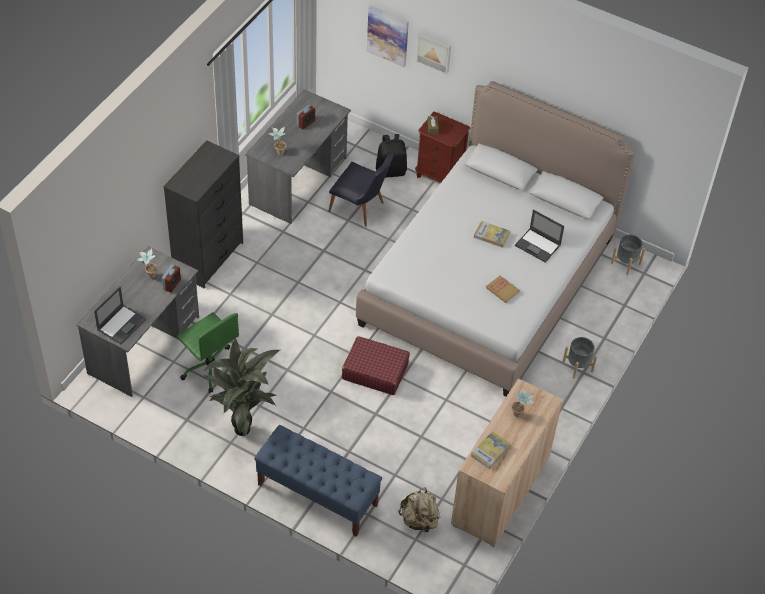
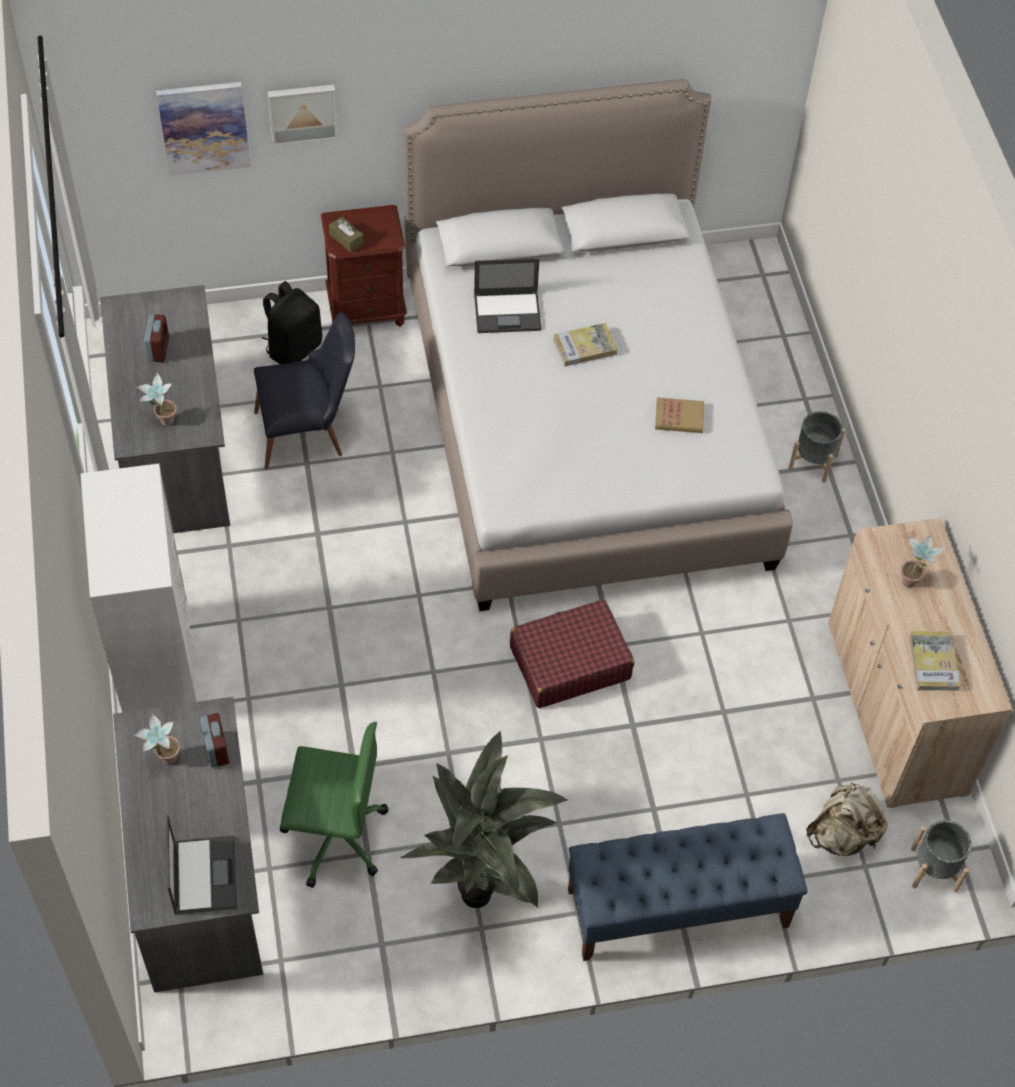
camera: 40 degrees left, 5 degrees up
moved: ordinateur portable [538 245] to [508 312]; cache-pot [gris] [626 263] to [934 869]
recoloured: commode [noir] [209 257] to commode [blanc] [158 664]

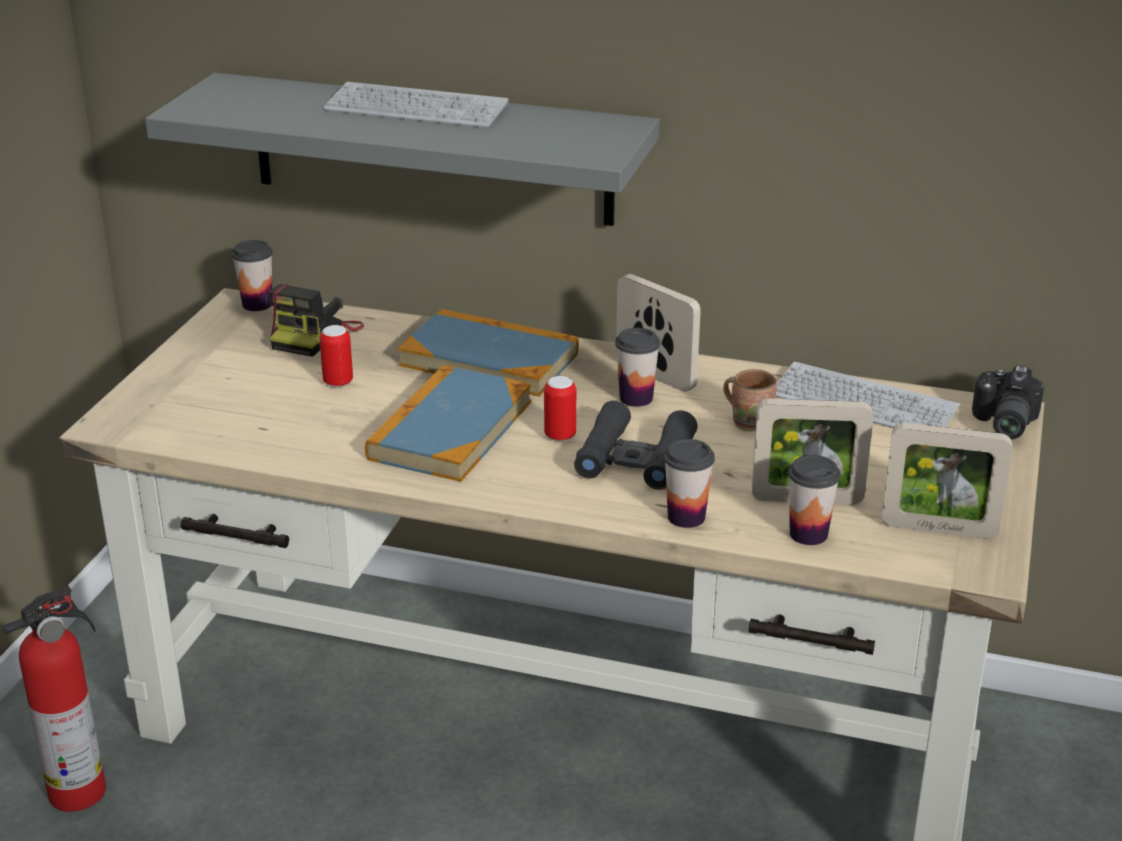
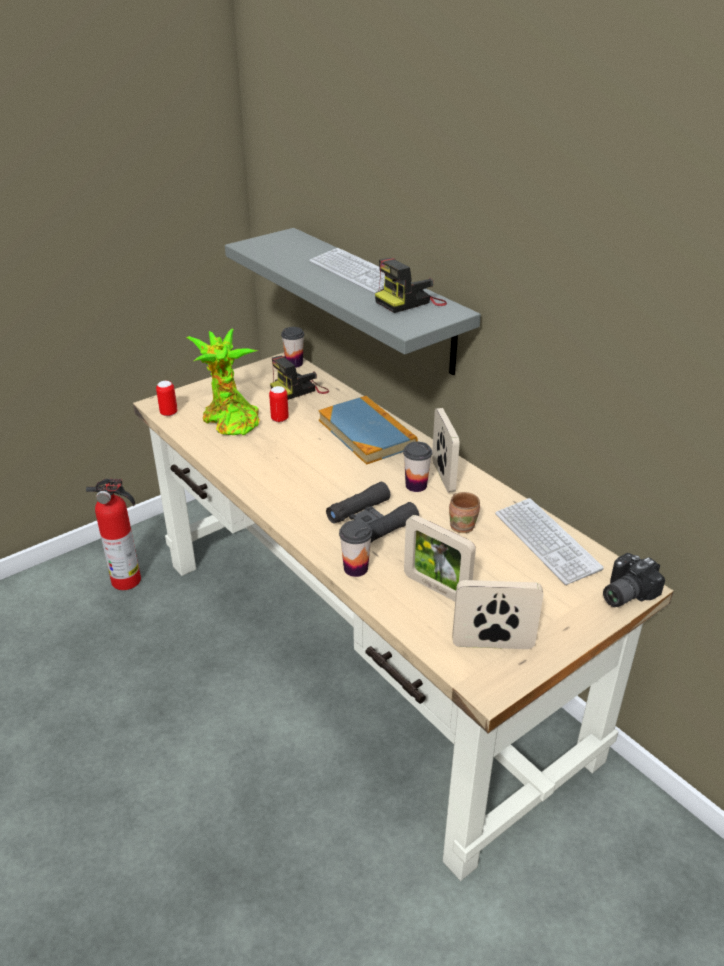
camera: 35 degrees right, 5 degrees up
removed: livre [450 430]; tasse [808 534]
added: plante en pot [229 421]; appareil photo [410 302]
moved: boîte métallique [560 436] to [169 413]
turned: cadre photo [939 529] = [492 644] 135 degrees clockwise

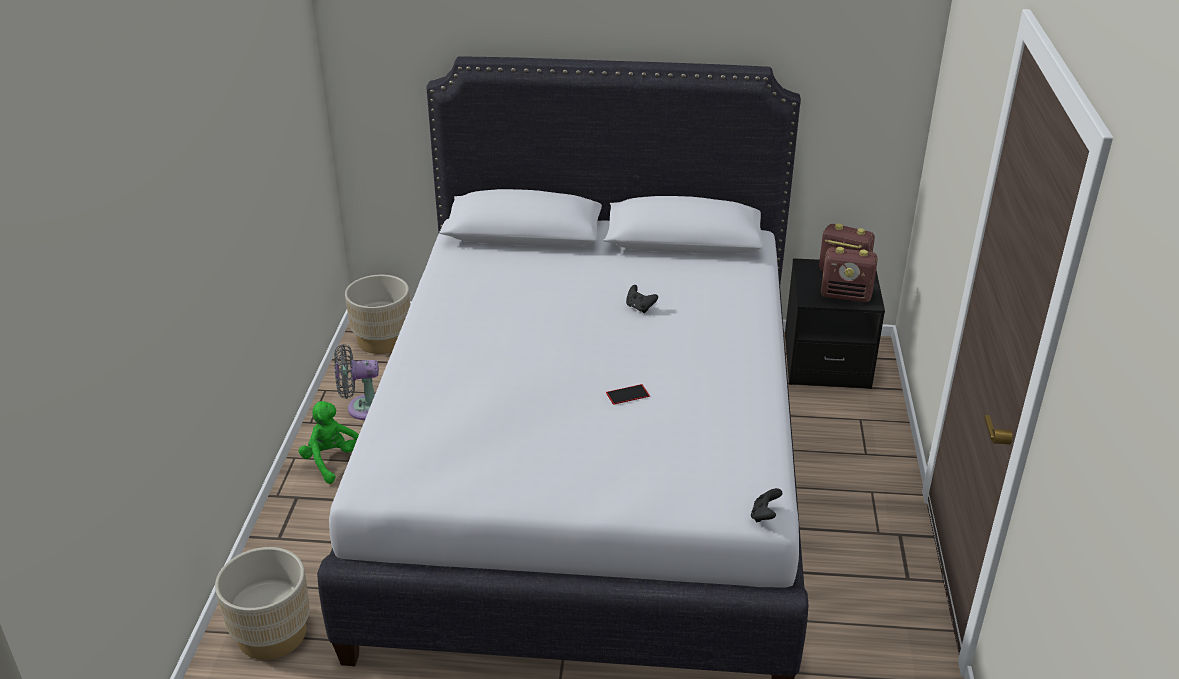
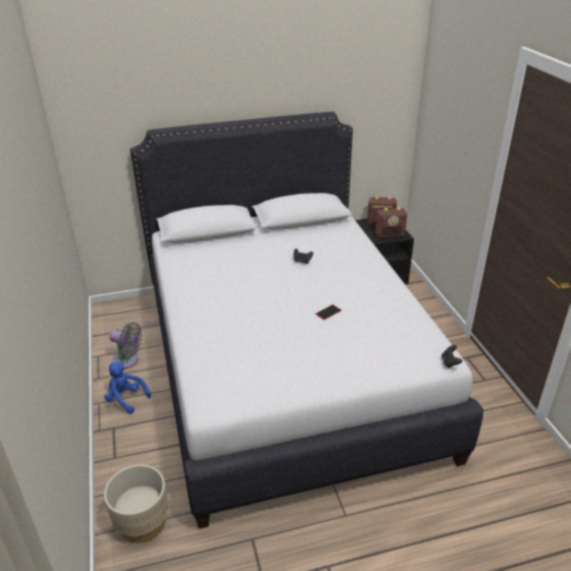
camera: 20 degrees left, 0 degrees up
removed: cache-pot [beige] [382 340]
recoloured: peluche [vert] [333 462] to peluche [bleu] [126 399]
turned: ventilateur [gris] [362 408] = [128 361] 135 degrees counterclockwise

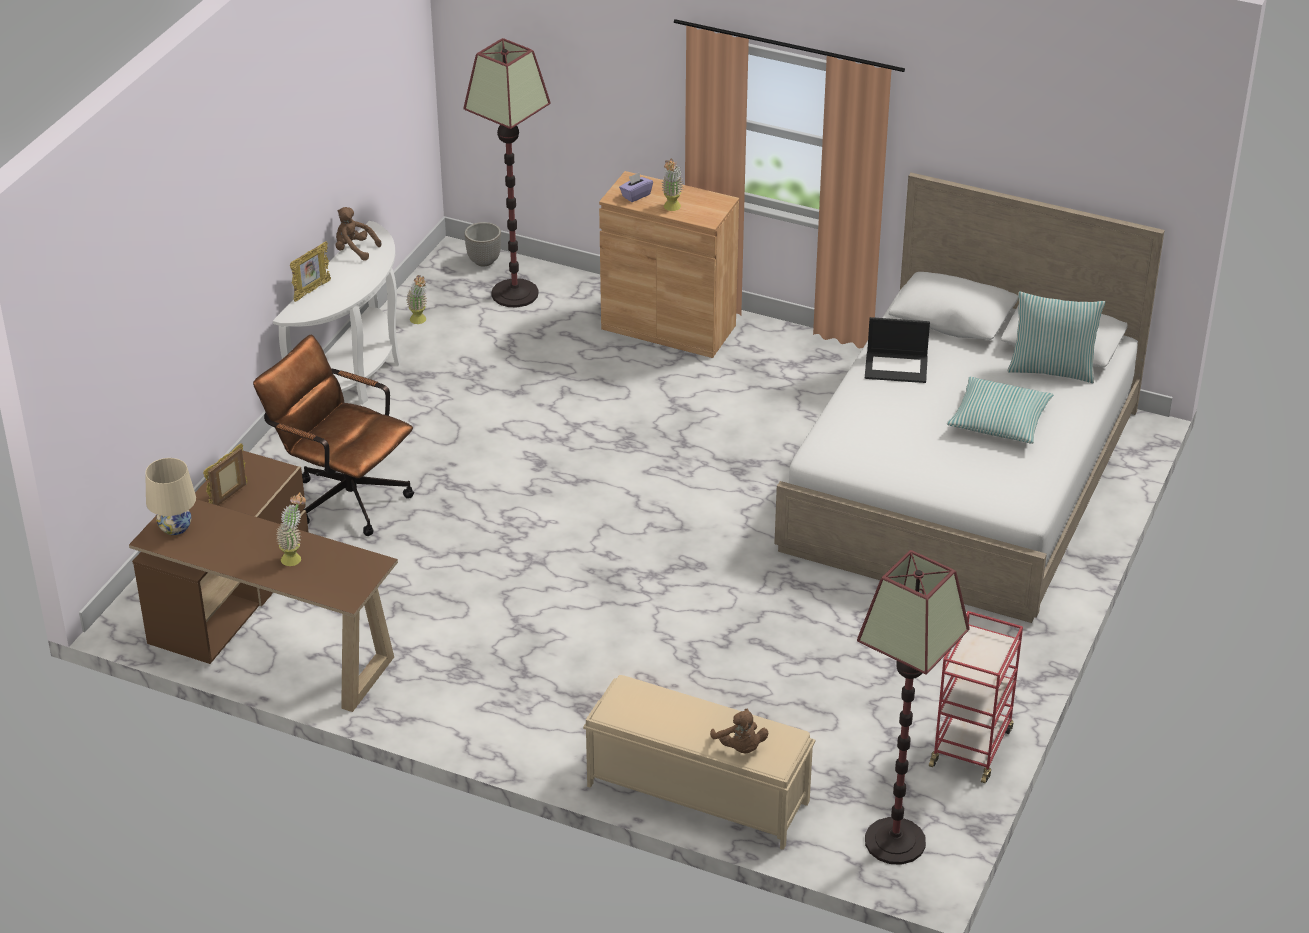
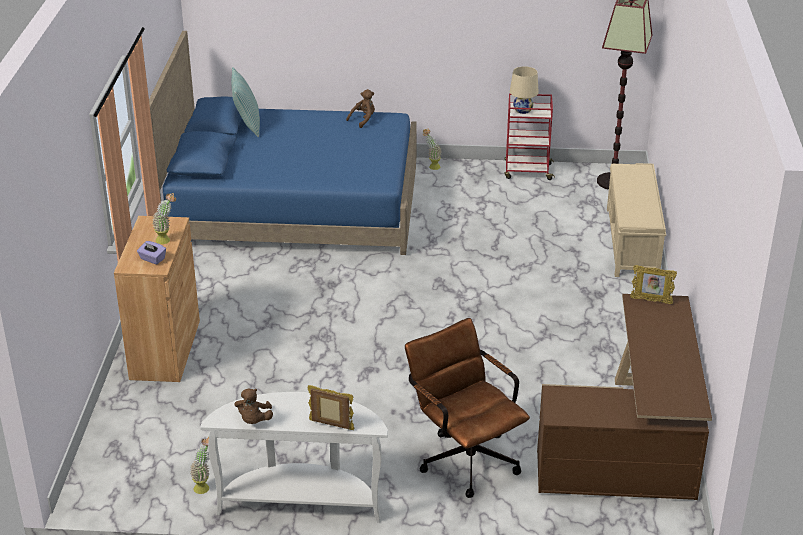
camera: 110 degrees left, 5 degrees down
removed: lampadaire [515 293]; cache-pot [484 261]; ordinateur portable [897 367]; coussin [999 420]
moved: lampe de table [beige] [175 527] to [523 110]; cadre photo [229 498] to [651 300]; plante en pot [295 556] to [431 166]; peluche [marron] [740 747] to [363 120]
recoloured: lit [blanc] [963 478] to lit [bleu] [294 204]
turned: chaise de bureau [marron] [342 496] = [464 456] 135 degrees clockwise

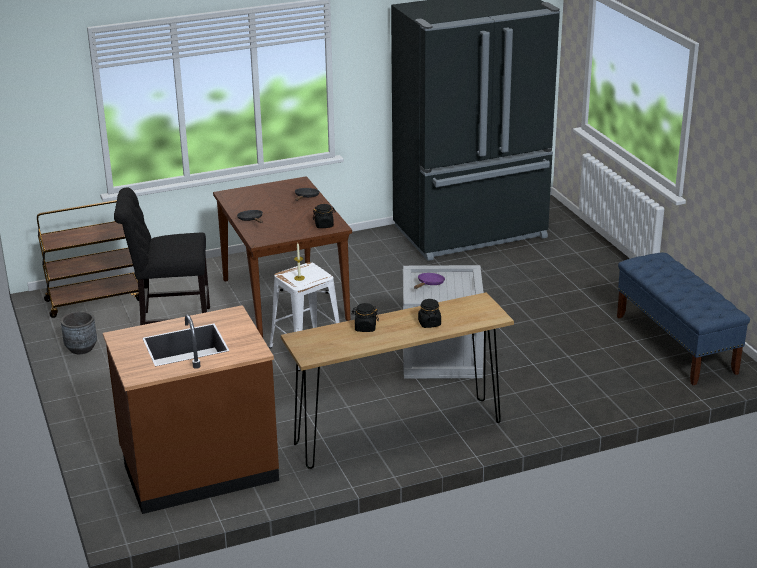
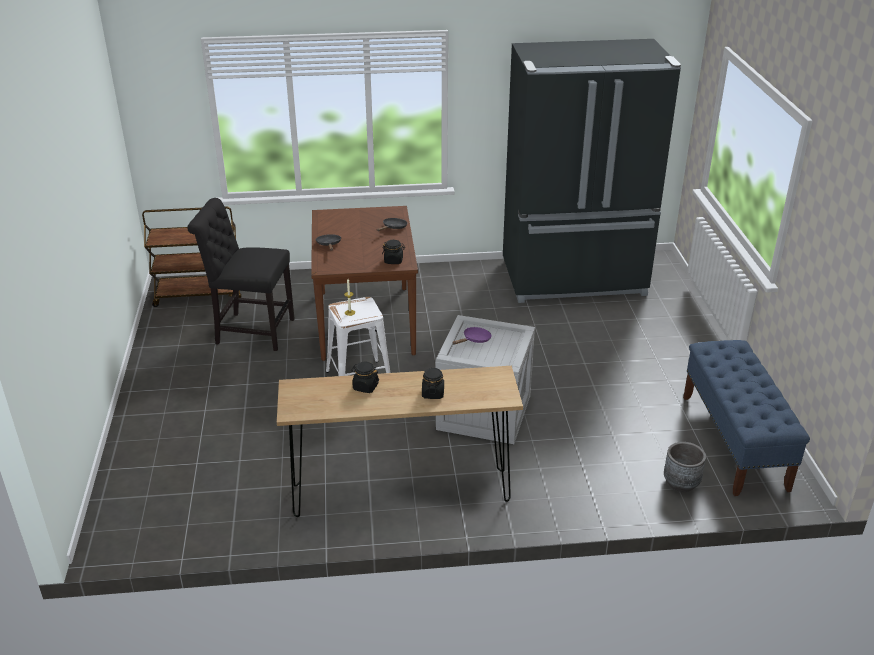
camera: 15 degrees right, 5 degrees up
removed: comptoir de cuisine [marron] [198 468]
moved: cache-pot [gris] [81 348] to [681 483]

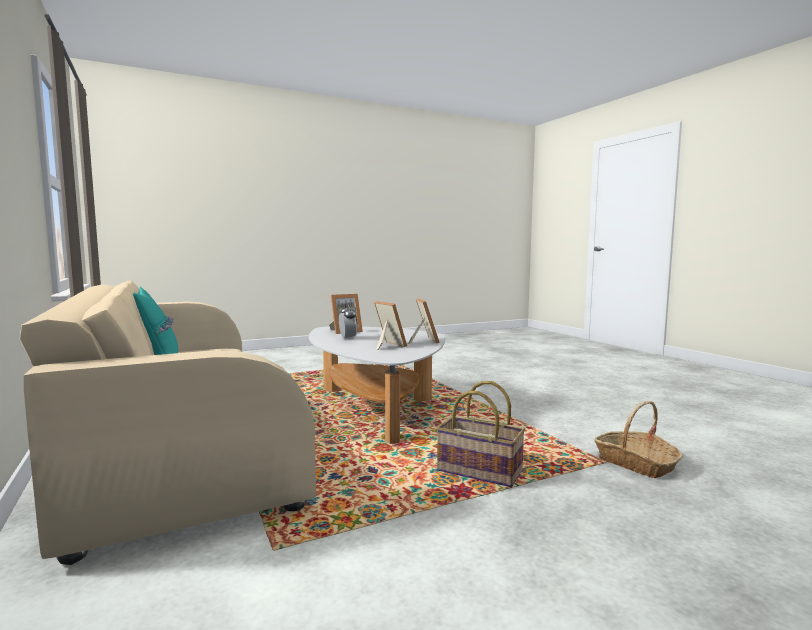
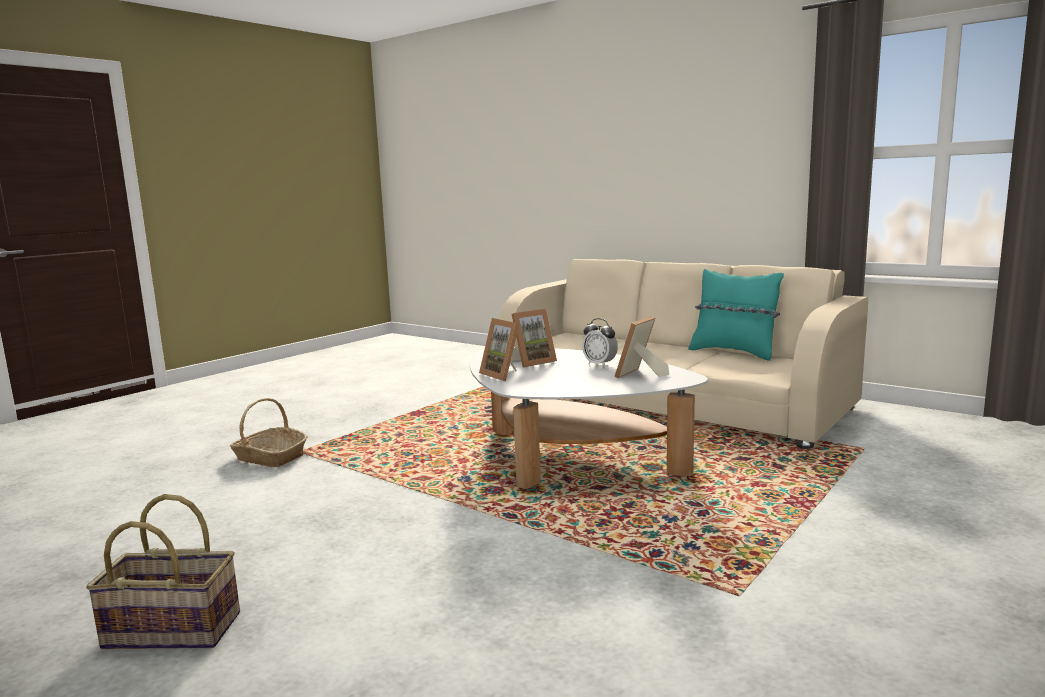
camera: 155 degrees right, 5 degrees up
moved: panier [478 472] to [174 629]
turned: cadre photo [386 345] = [532 362] 60 degrees counterclockwise

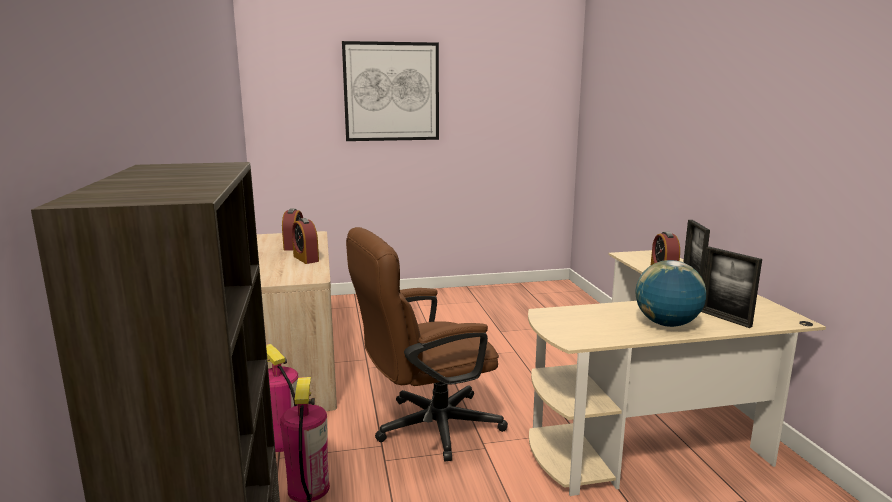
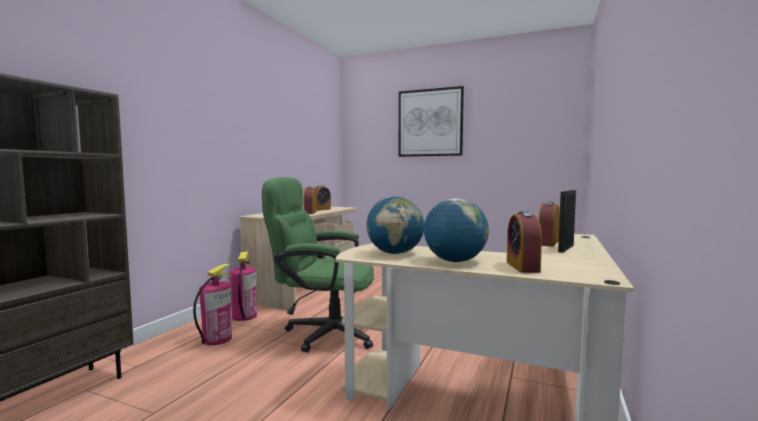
camera: 35 degrees right, 10 degrees down
added: globe [395 253]
replaced: cadre photo [724 318] to réveil [522 267]
recoloured: chaise de bureau [marron] [426 428] to chaise de bureau [vert] [324 332]

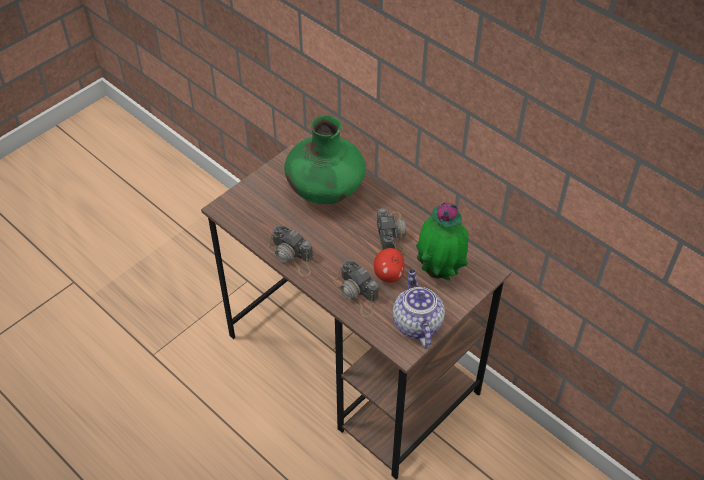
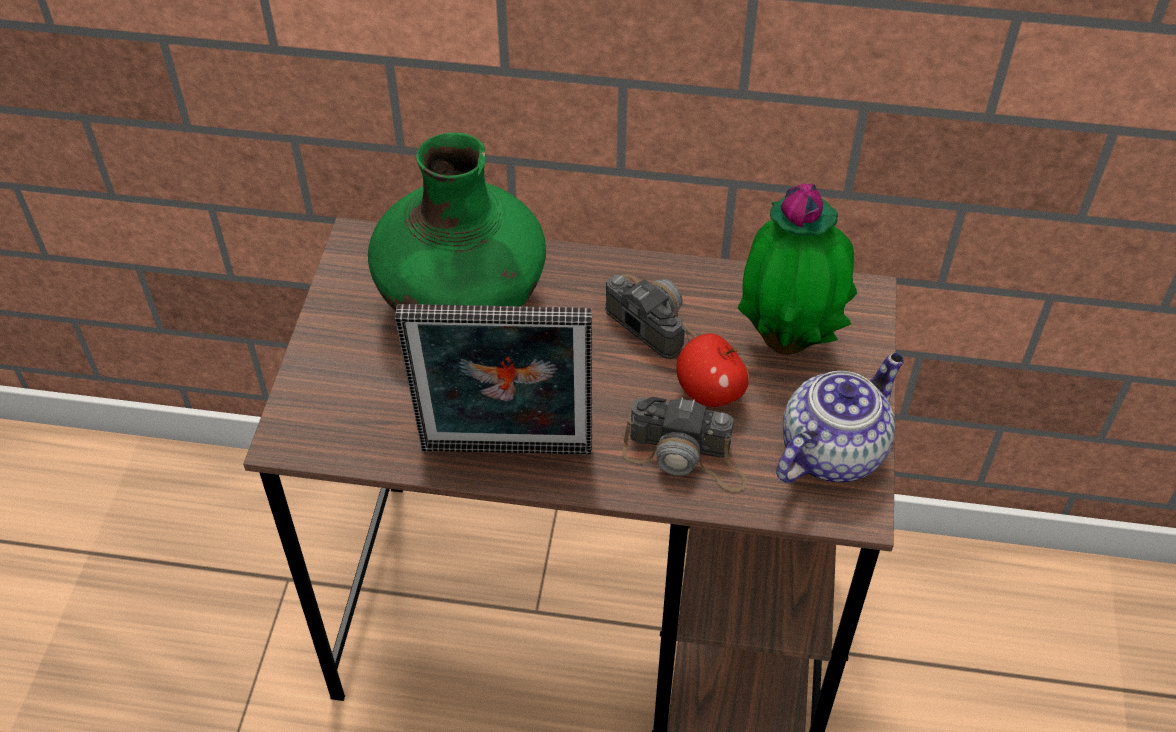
camera: 35 degrees left, 0 degrees up
replaced: appareil photo [291 256] to cadre photo [506 456]
turned: théière [416 323] = [832 450] 90 degrees clockwise

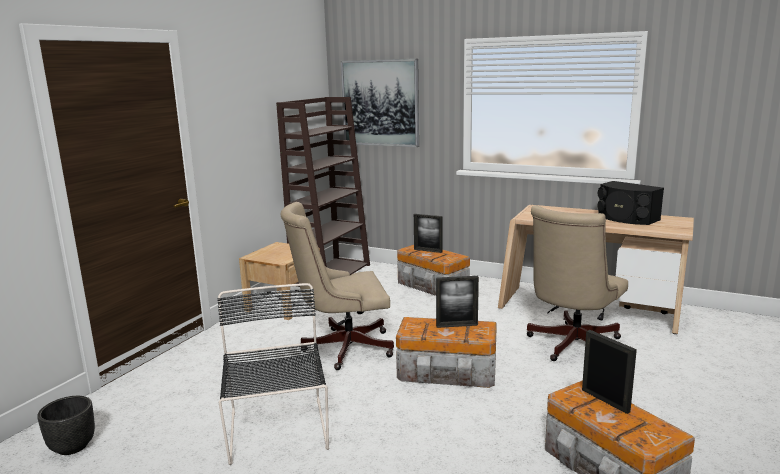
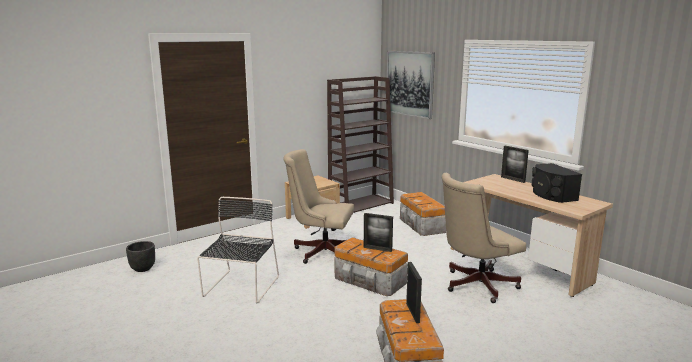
camera: 25 degrees right, 0 degrees up
moved: cadre photo [428 250] to [512 179]

